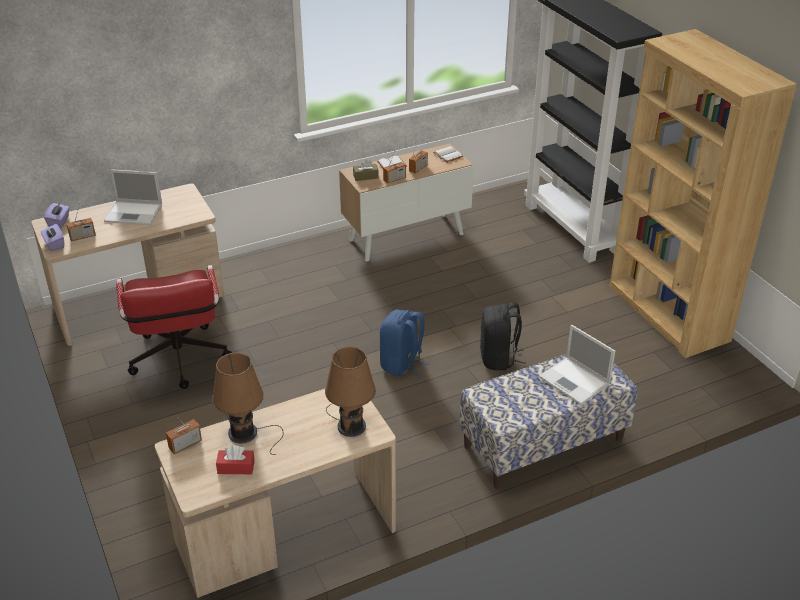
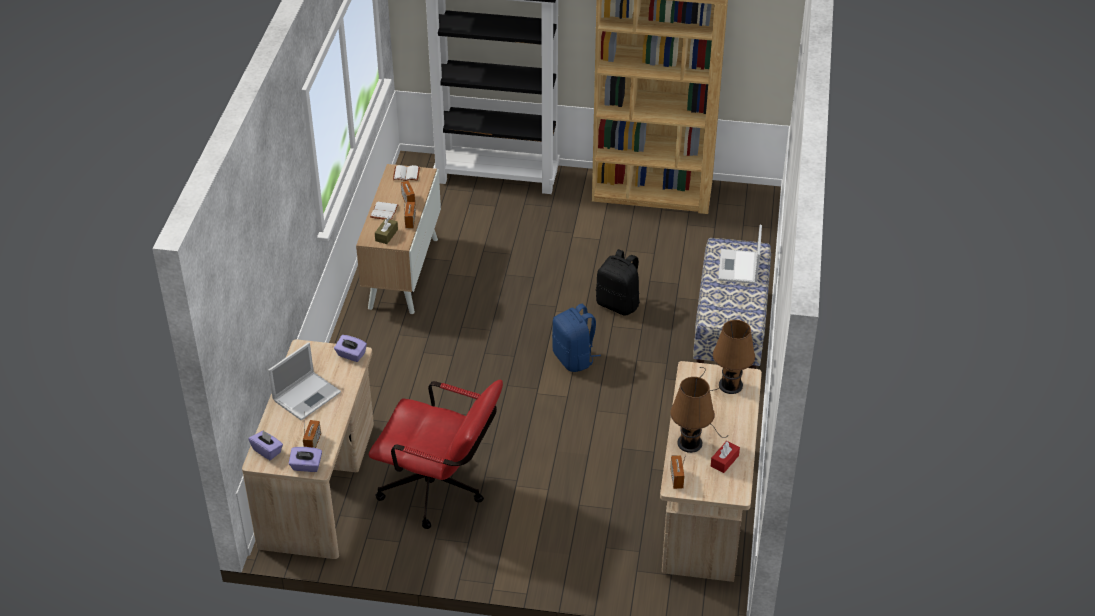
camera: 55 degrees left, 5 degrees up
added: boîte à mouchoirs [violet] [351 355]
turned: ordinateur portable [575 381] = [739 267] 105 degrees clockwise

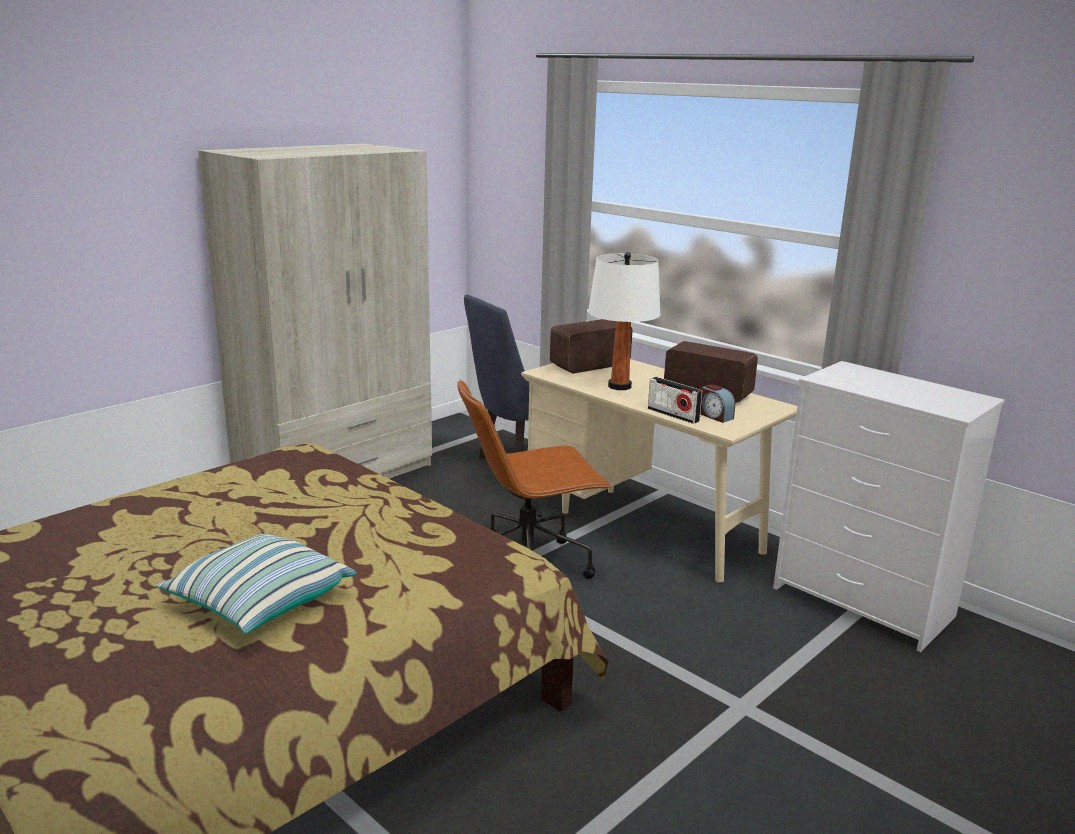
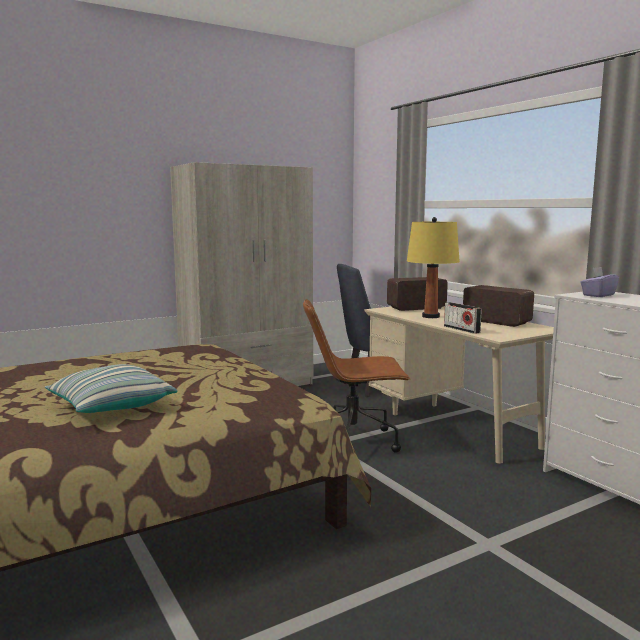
camera: 15 degrees right, 10 degrees down
removed: réveil [715 416]
added: boîte à mouchoirs [violet] [598 295]
recoloured: lampe de table [blanc] [619 386] to lampe de table [jaune] [430 316]

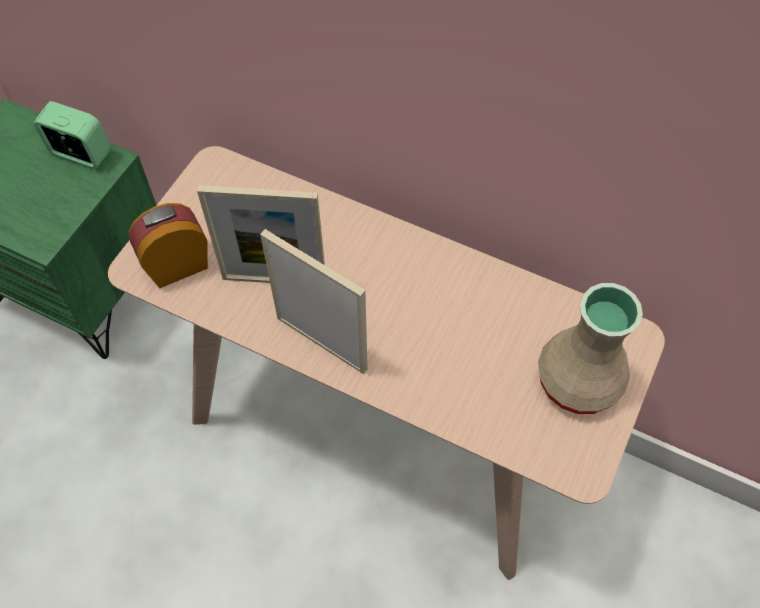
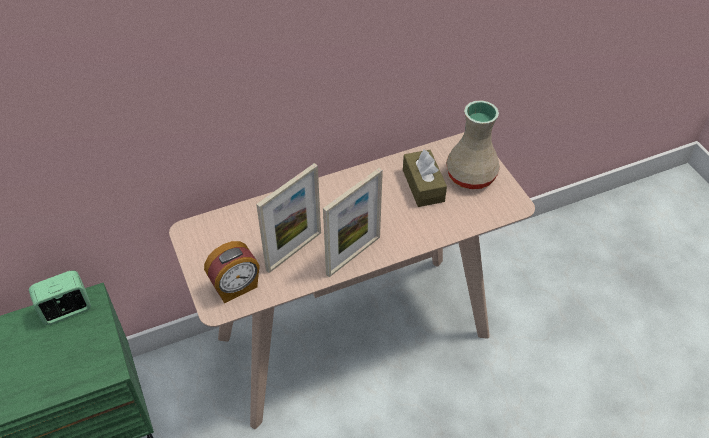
camera: 50 degrees left, 10 degrees down
added: boîte à mouchoirs [marron] [423 185]
turned: réveil [177 264] = [236 287] 135 degrees counterclockwise; cadre photo [321 343] = [353 255] 150 degrees clockwise

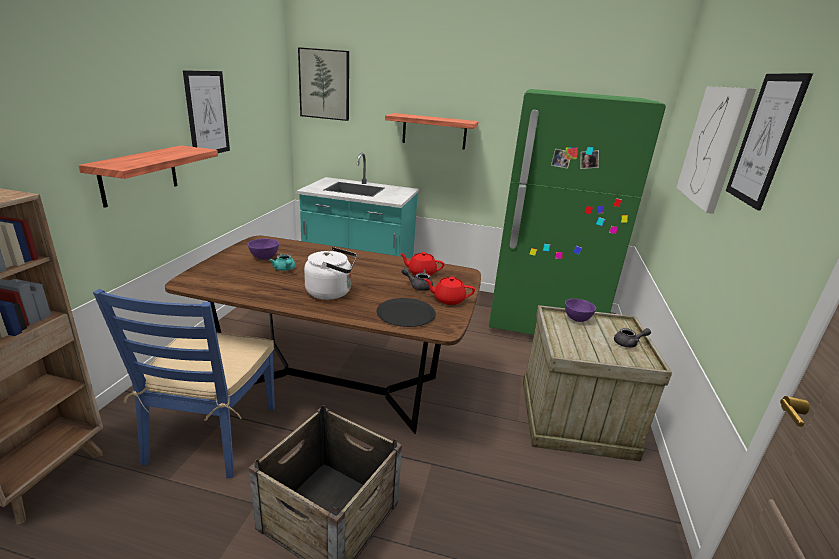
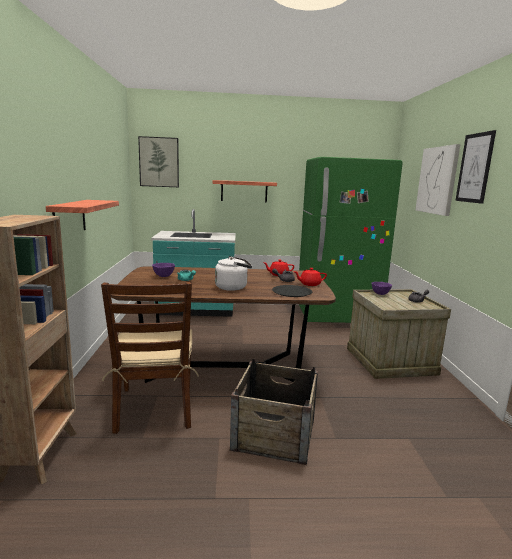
camera: 15 degrees left, 10 degrees down
removed: tableau [207 113]
recoloured: chaise [bleu] [212 434] to chaise [marron] [155 408]

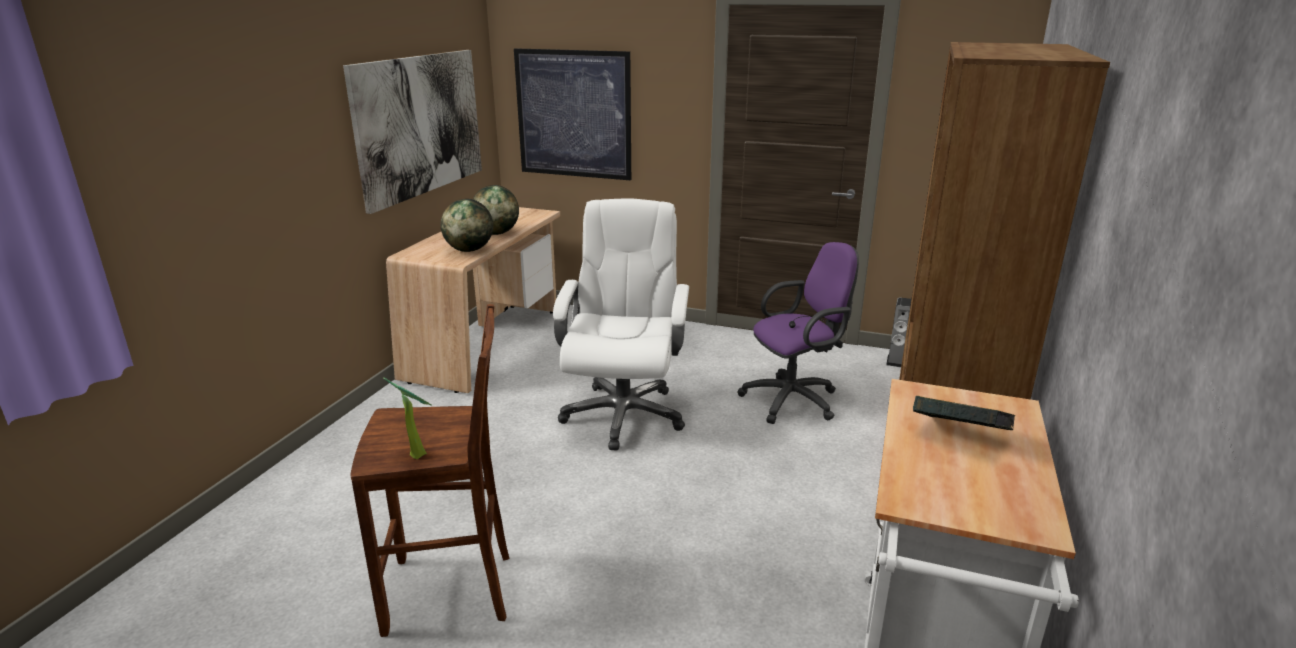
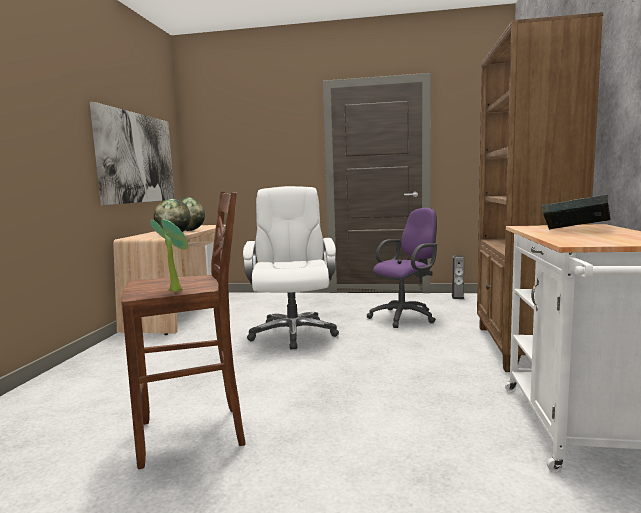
camera: 10 degrees left, 15 degrees down
removed: tableau [573 114]

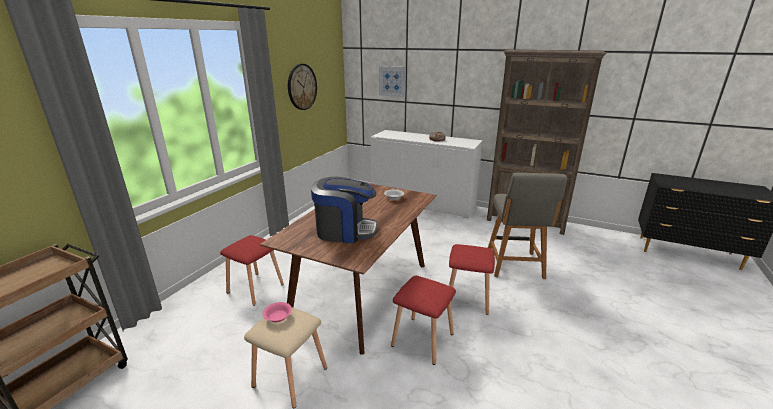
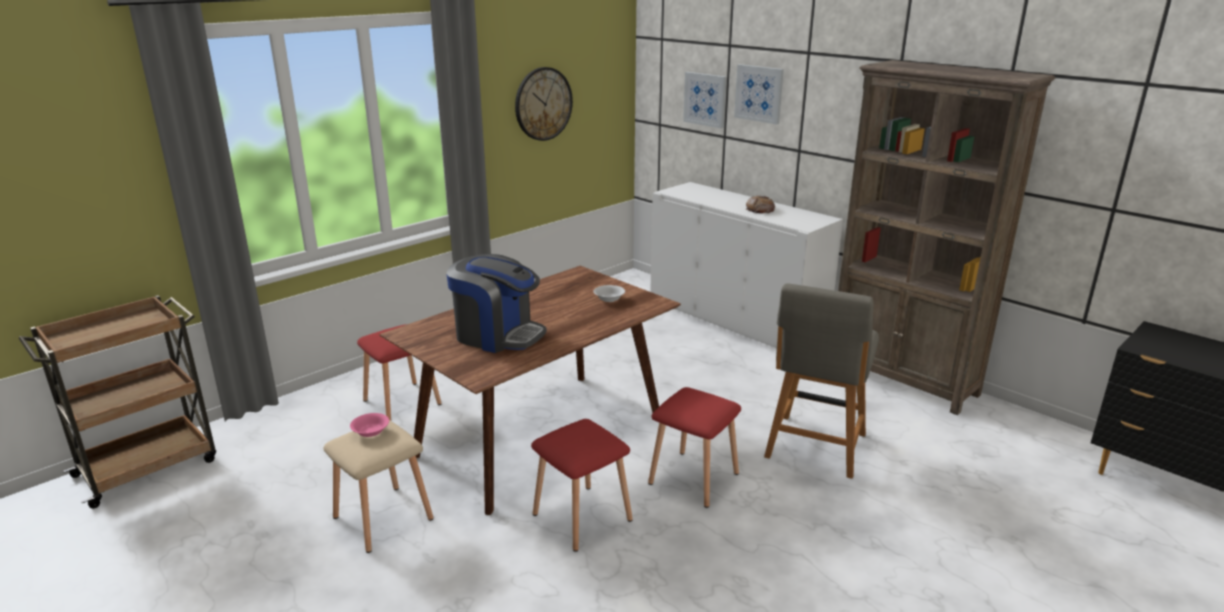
camera: 20 degrees right, 0 degrees up
added: tableau [759 93]

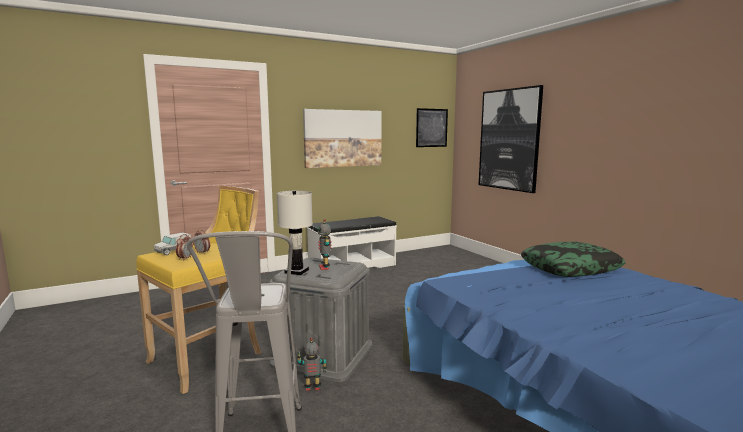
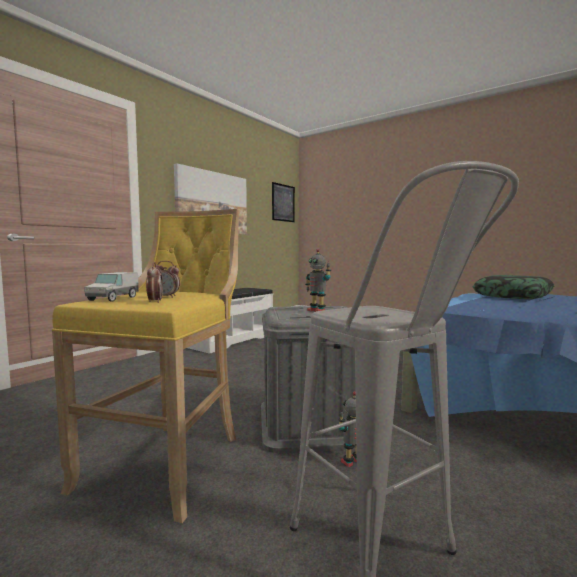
camera: 25 degrees left, 5 degrees down
removed: lampe de table [blanc] [296 271]; tableau [509 139]

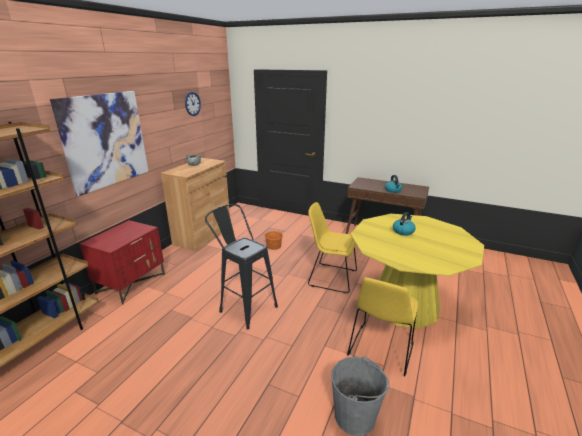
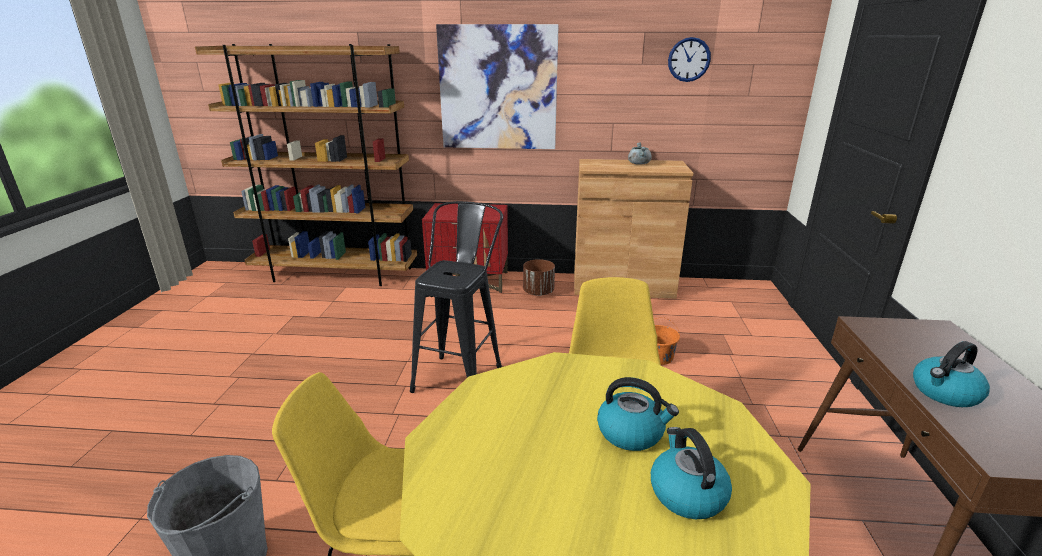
camera: 70 degrees right, 0 degrees up
added: cache-pot [marron] [538 292]; bouilloire [686 493]

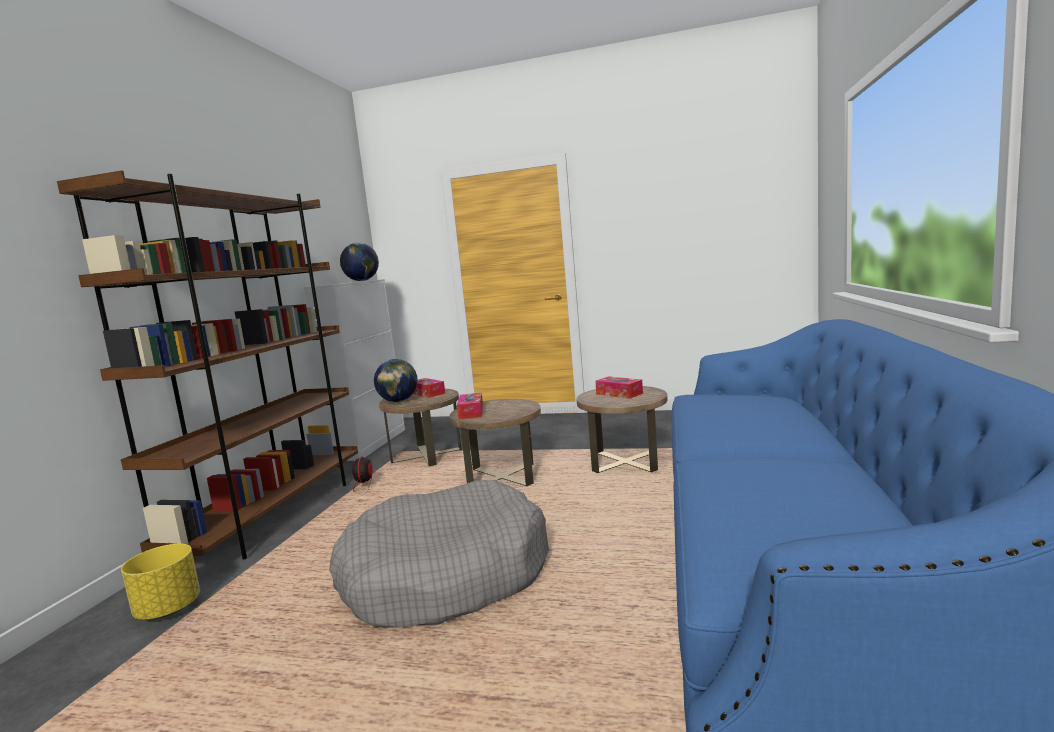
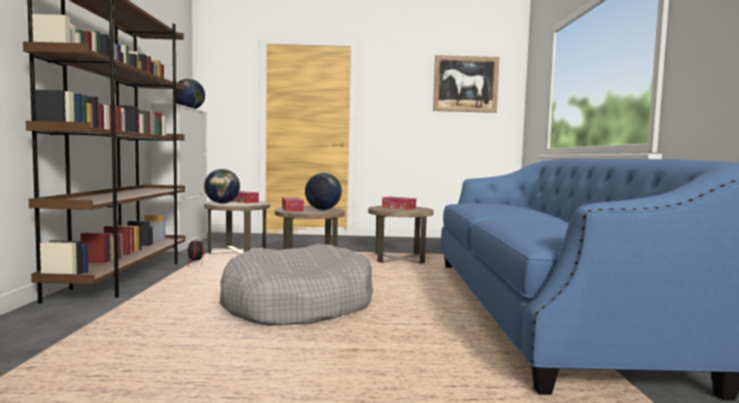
camera: 15 degrees left, 5 degrees down
removed: cache-pot [jaune] [168 609]
added: globe [323 209]; tableau [465 84]

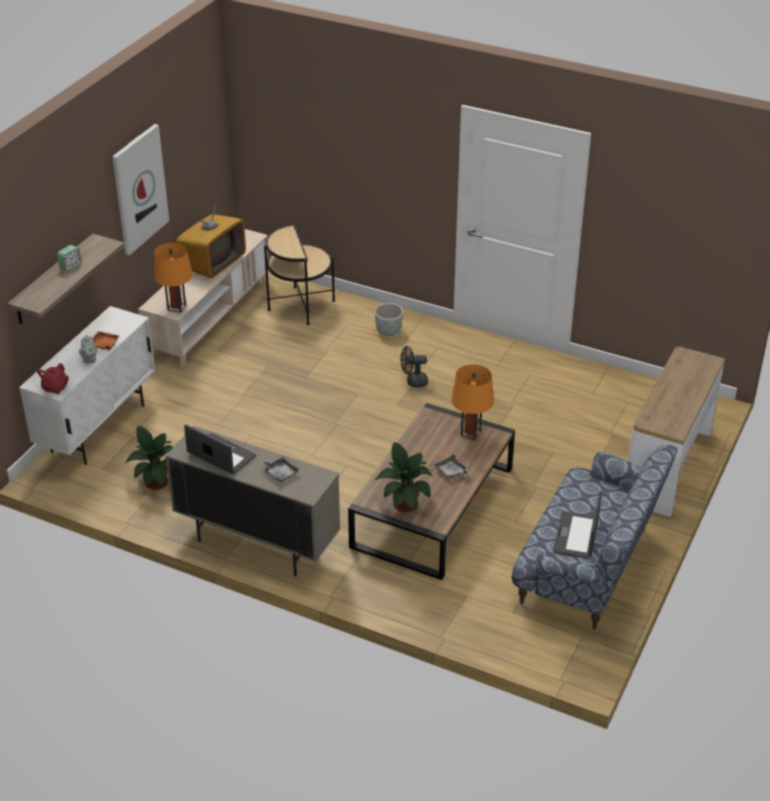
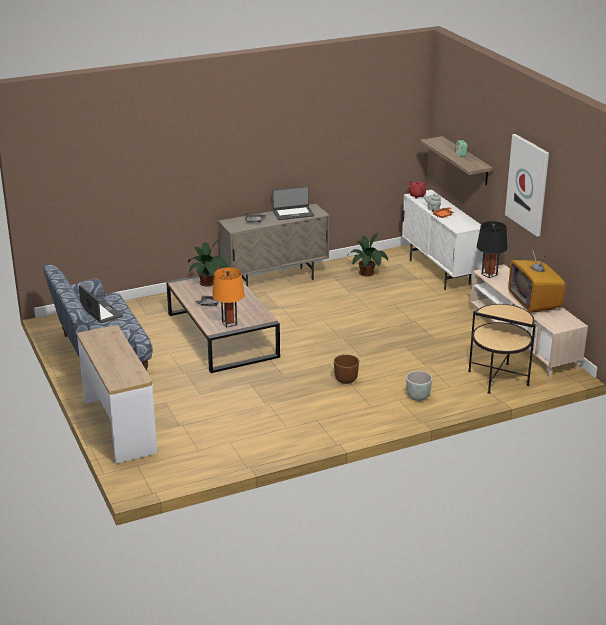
camera: 130 degrees right, 10 degrees down
replaced: ventilateur [noir] [413 381] to cache-pot [marron] [345 380]
recoloured: lampe de table [orange] [176 307] to lampe de table [noir] [489 274]

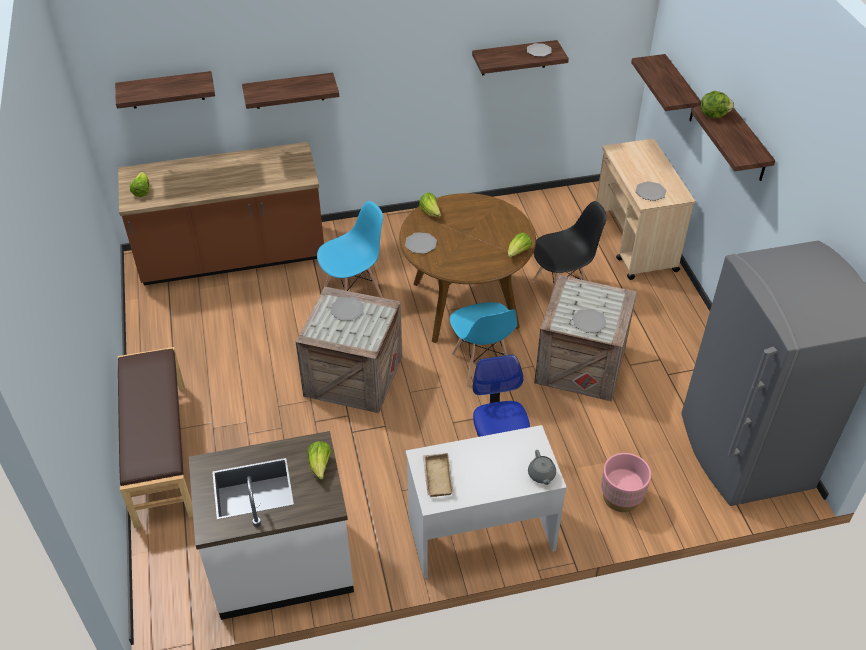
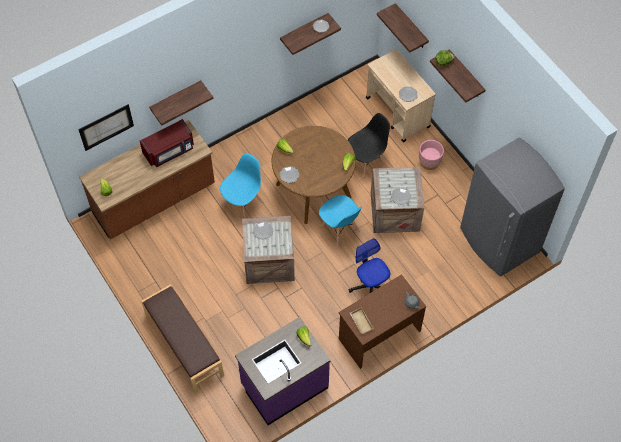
camera: 20 degrees left, 15 degrees up
added: micro-ondes [rouge] [169 151]
moved: cache-pot [rose] [621 497] to [429 162]
replaced: étagère [166 90] to tableau [106 127]
recoloured: comptoir de cuisine [blanc] [282 564] to comptoir de cuisine [violet] [284 386]; bureau [blanc] [480 533] to bureau [marron] [379 334]

